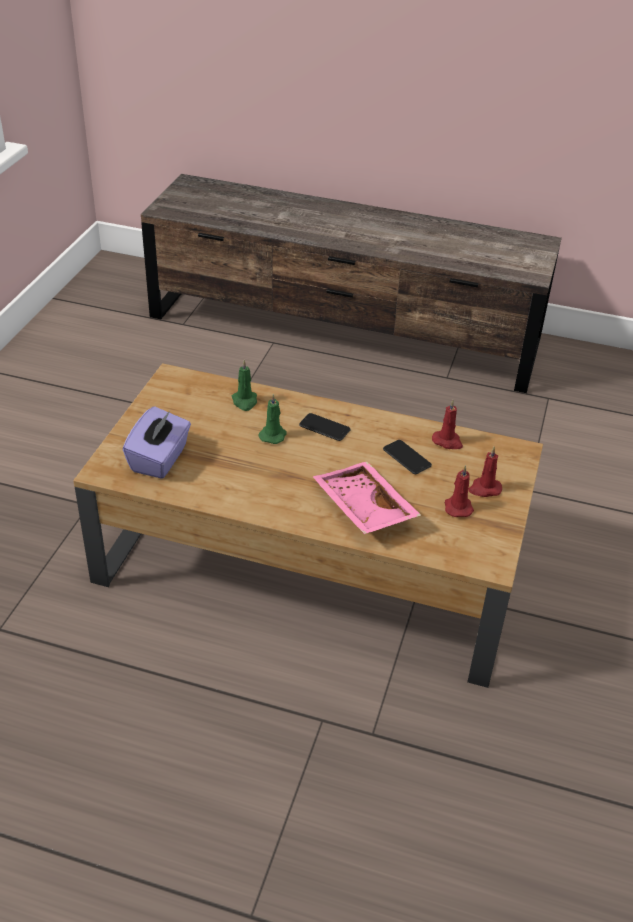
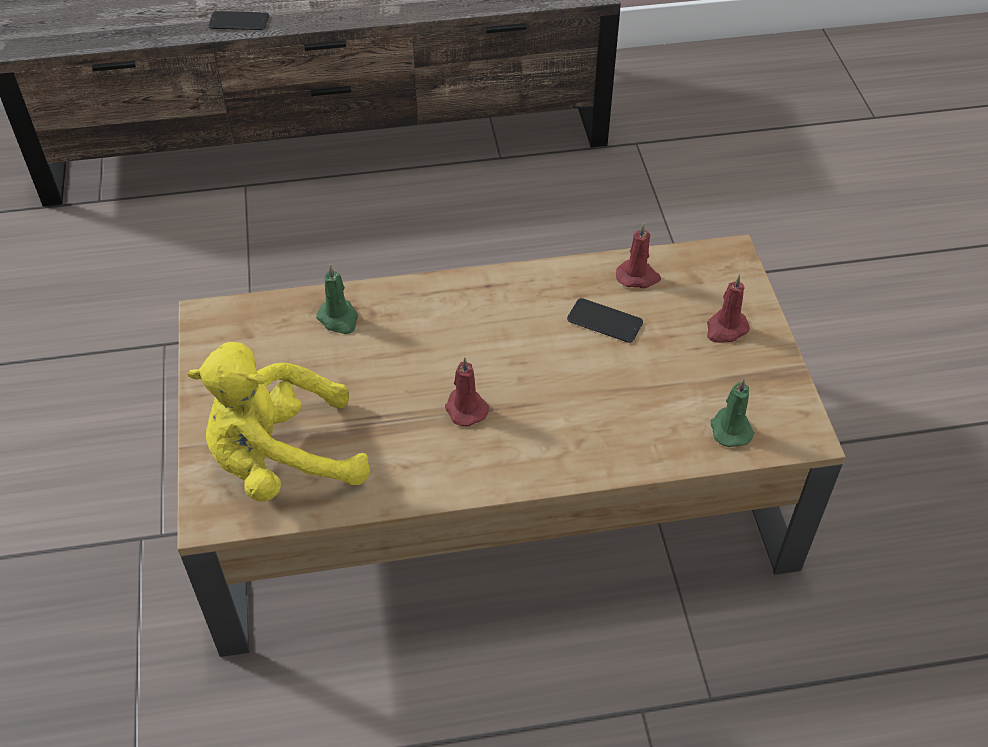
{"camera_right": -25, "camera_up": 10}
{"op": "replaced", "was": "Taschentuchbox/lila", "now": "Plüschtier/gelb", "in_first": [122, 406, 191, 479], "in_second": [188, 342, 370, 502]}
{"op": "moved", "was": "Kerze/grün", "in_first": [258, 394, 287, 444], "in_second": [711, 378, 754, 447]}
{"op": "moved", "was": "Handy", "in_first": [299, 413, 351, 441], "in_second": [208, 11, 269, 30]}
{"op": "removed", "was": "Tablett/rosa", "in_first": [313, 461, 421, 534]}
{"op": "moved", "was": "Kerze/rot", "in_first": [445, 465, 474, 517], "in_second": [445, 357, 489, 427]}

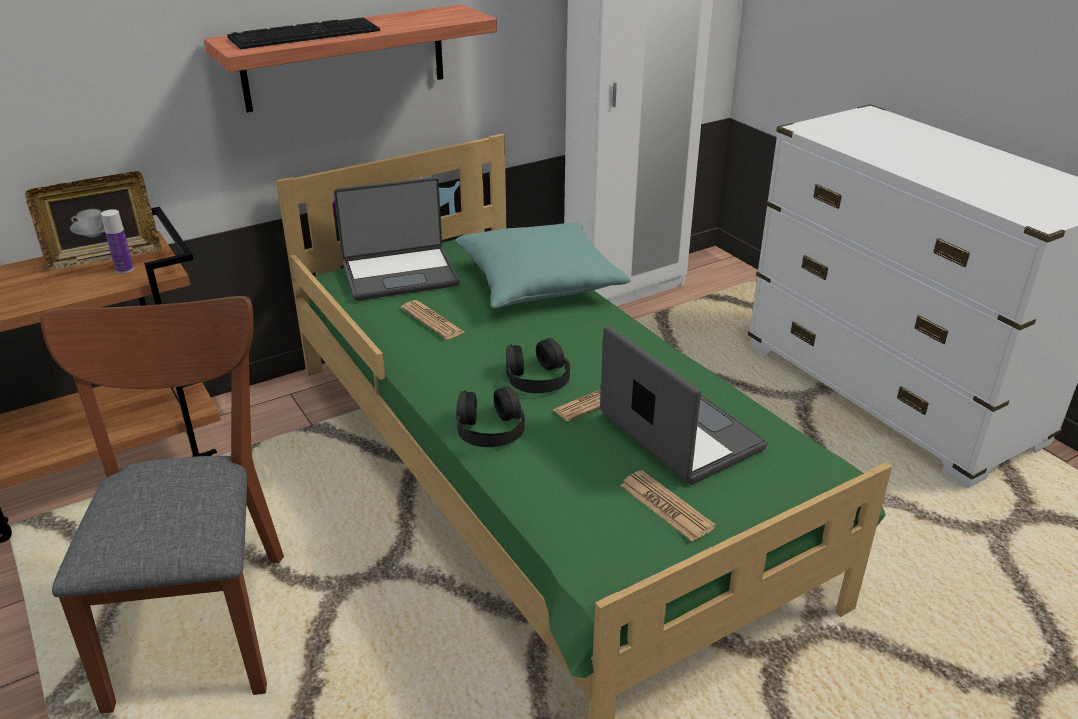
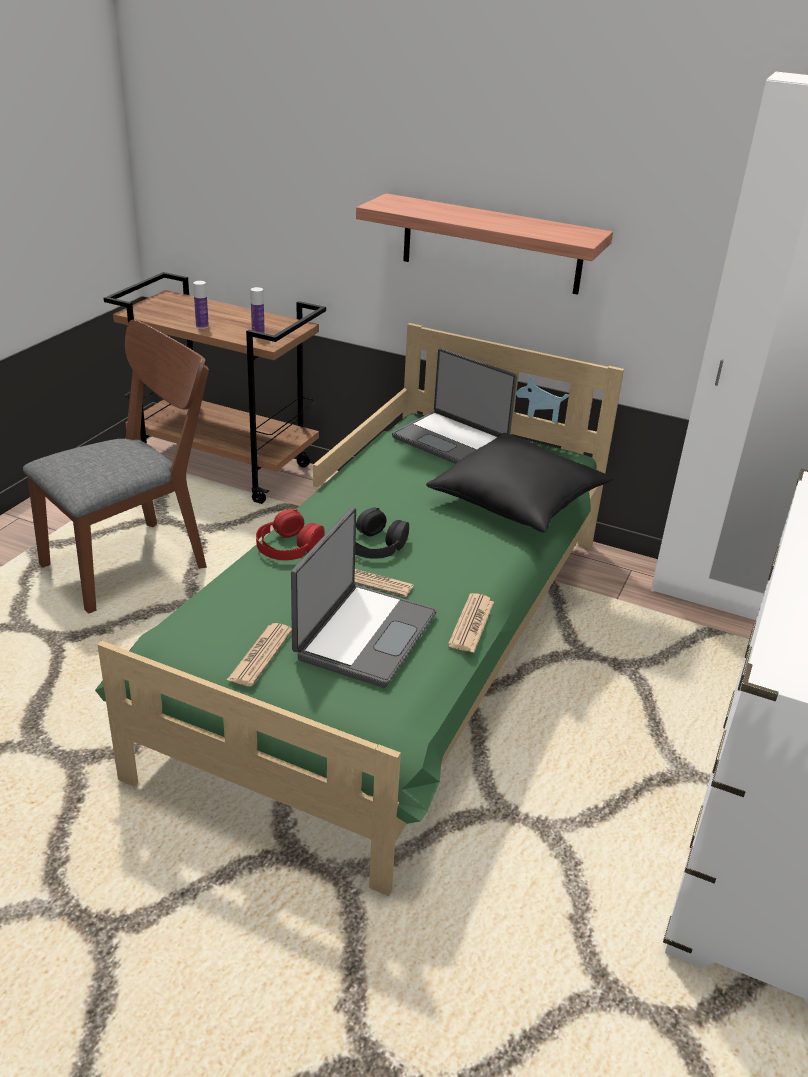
{"camera_right": 55, "camera_up": 0}
{"op": "removed", "was": "Bilderrahmen", "in_first": [25, 171, 161, 269]}
{"op": "removed", "was": "Tastatur", "in_first": [227, 17, 380, 49]}
{"op": "moved", "was": "Zeitung", "in_first": [401, 300, 464, 339], "in_second": [448, 593, 494, 653]}
{"op": "recoloured", "was": "Kissen/türkis", "now": "Kissen/schwarz", "in_first": [455, 223, 631, 309], "in_second": [426, 433, 613, 532]}
{"op": "recoloured", "was": "Kopfhörer/schwarz", "now": "Kopfhörer/rot", "in_first": [456, 386, 525, 447], "in_second": [256, 509, 325, 560]}
{"op": "added", "now": "Flasche", "in_second": [193, 281, 209, 329]}

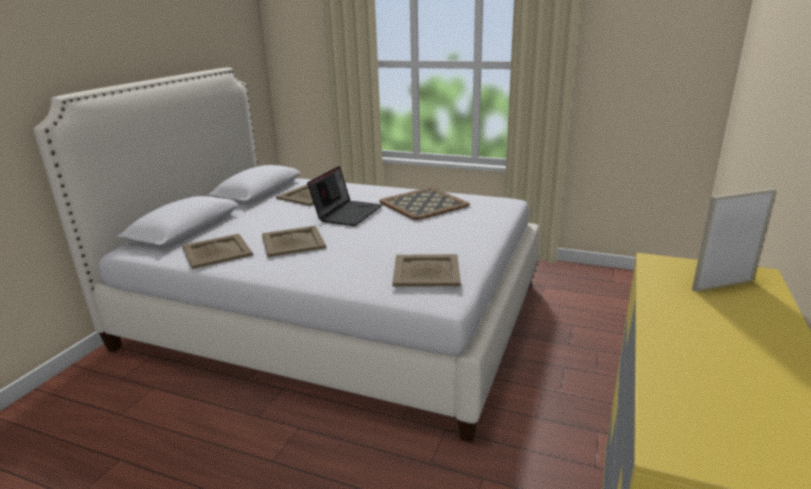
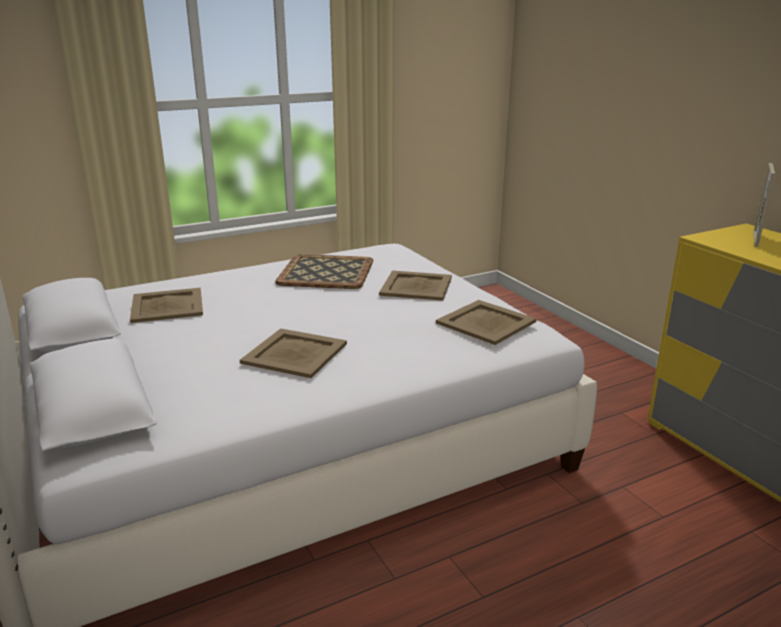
{"camera_right": -50, "camera_up": 0}
{"op": "moved", "was": "Tablett/beige", "in_first": [182, 234, 253, 269], "in_second": [379, 271, 452, 301]}
{"op": "removed", "was": "Laptop", "in_first": [307, 166, 382, 226]}

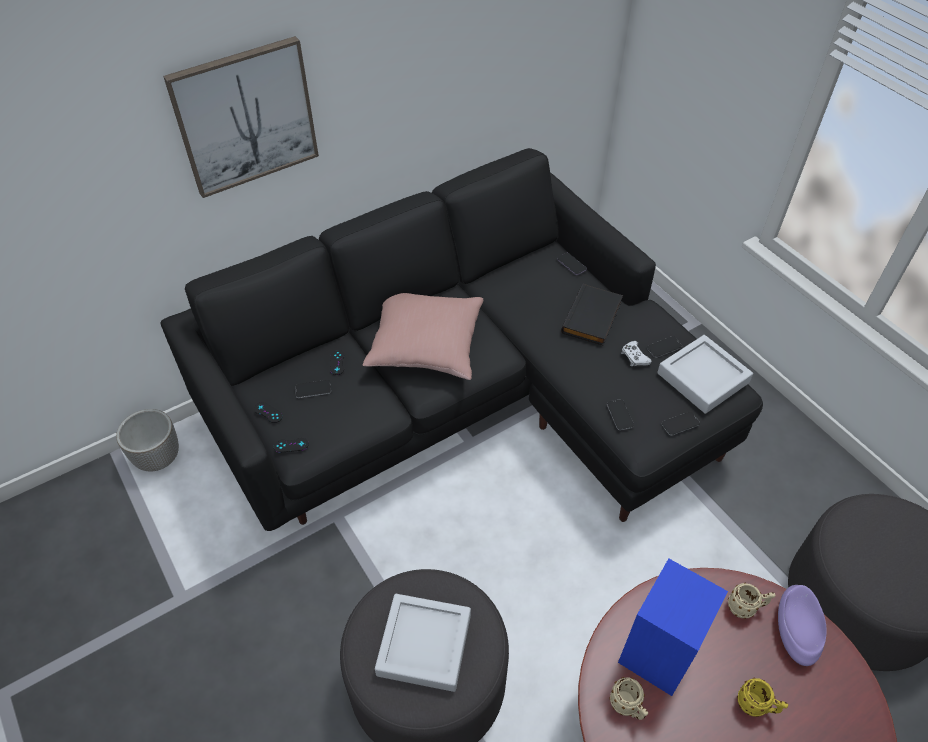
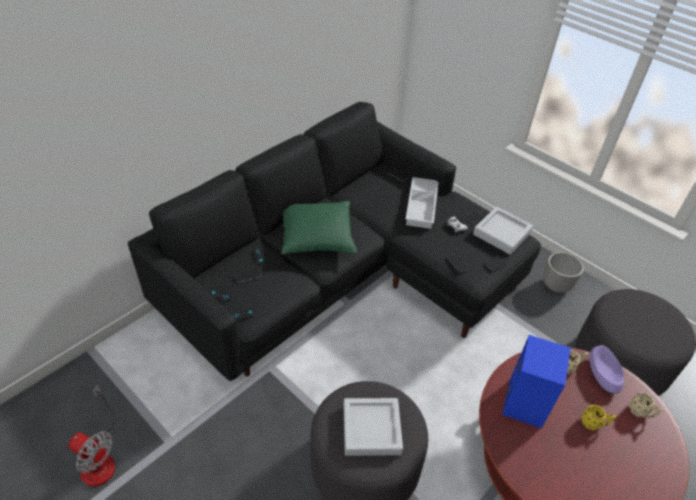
{"camera_right": -15, "camera_up": -5}
{"op": "moved", "was": "Pflanzkübel", "in_first": [116, 409, 179, 471], "in_second": [543, 252, 584, 293]}
{"op": "removed", "was": "Bild", "in_first": [163, 36, 319, 198]}
{"op": "recoloured", "was": "Kissen/rosa", "now": "Kissen/grün", "in_first": [363, 293, 483, 380], "in_second": [281, 201, 357, 254]}
{"op": "replaced", "was": "Buch/schwarz", "now": "Tablett/weiß", "in_first": [561, 284, 623, 346], "in_second": [405, 177, 439, 229]}
{"op": "moved", "was": "Henkelbecher/beige", "in_first": [610, 677, 648, 720], "in_second": [629, 393, 663, 418]}
{"op": "added", "now": "Ventilator", "in_second": [68, 385, 115, 487]}

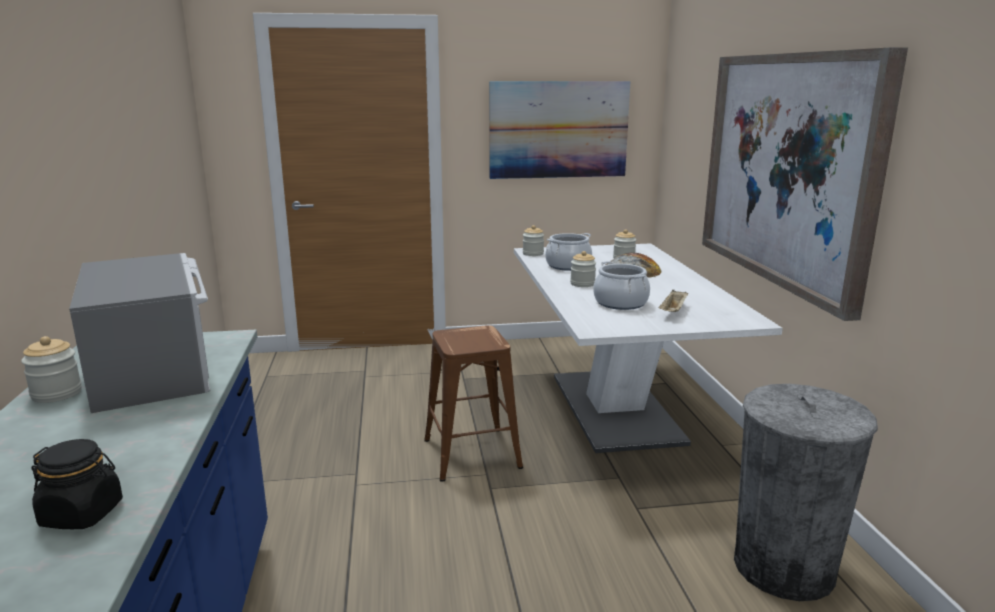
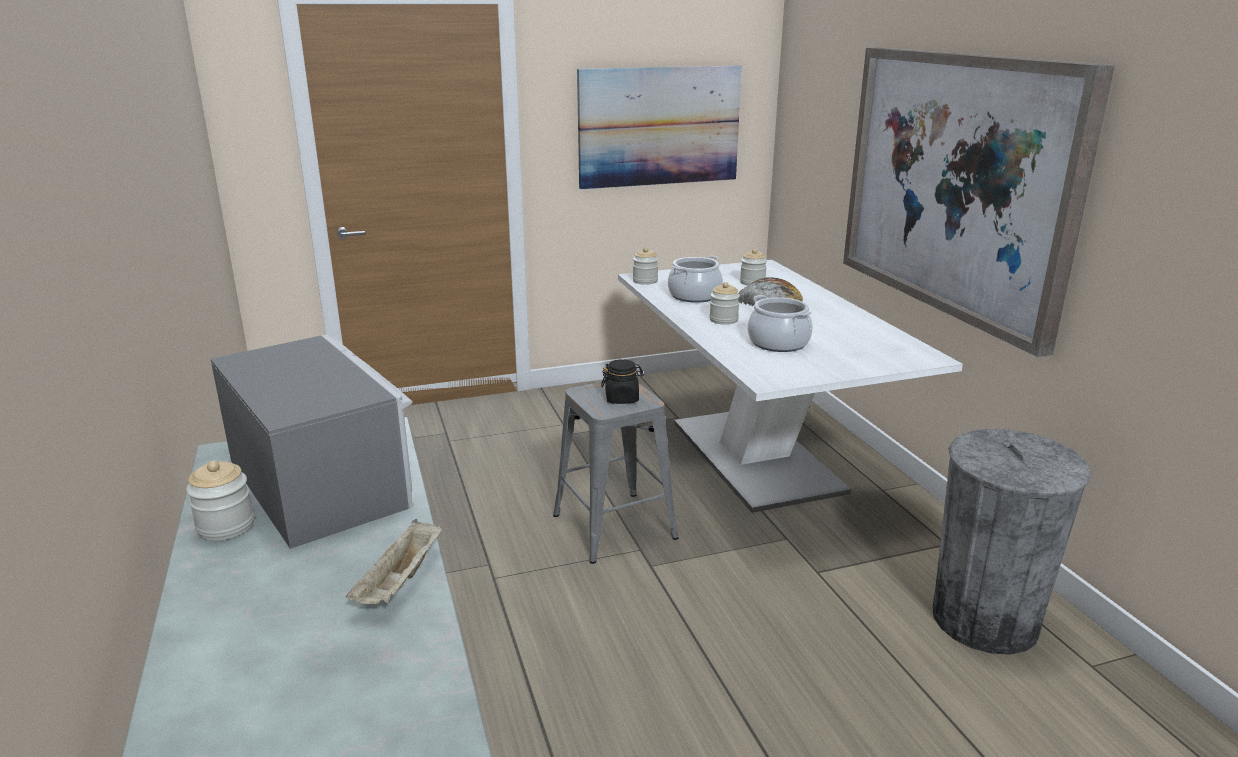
{"camera_right": -10, "camera_up": 5}
{"op": "moved", "was": "Vorratsglas/schwarz", "in_first": [31, 439, 123, 529], "in_second": [601, 359, 644, 404]}
{"op": "recoloured", "was": "Hocker/braun", "now": "Hocker/grau", "in_first": [424, 325, 523, 482], "in_second": [553, 381, 678, 564]}
{"op": "moved", "was": "Tablett/beige", "in_first": [659, 289, 688, 312], "in_second": [346, 519, 442, 604]}

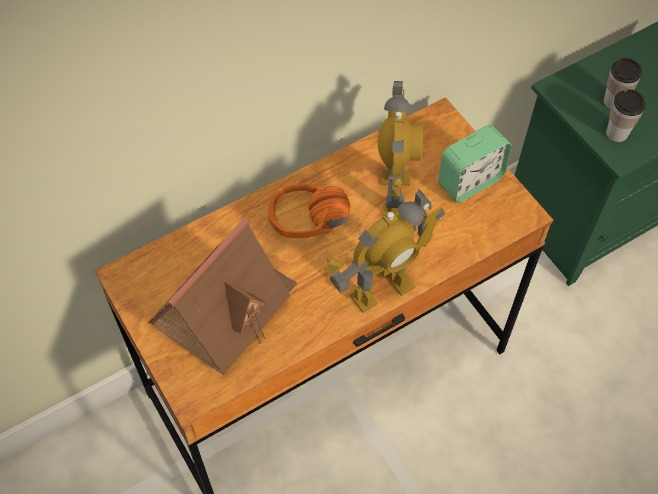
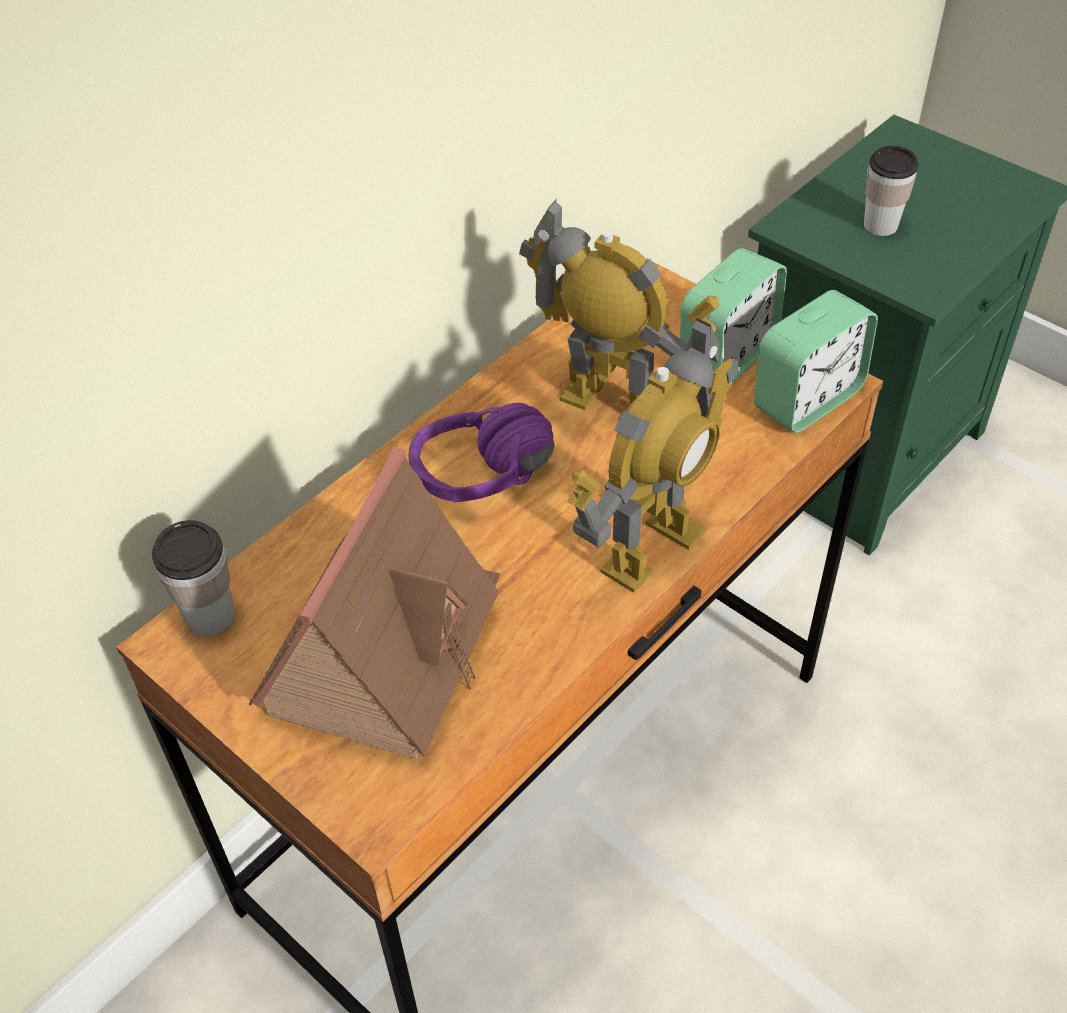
{"camera_right": -15, "camera_up": -10}
{"op": "recoloured", "was": "Kopfhörer/orange", "now": "Kopfhörer/lila", "in_first": [268, 184, 350, 238], "in_second": [408, 403, 554, 502]}
{"op": "turned", "was": "Spielzeugroboter", "in_first": [378, 81, 423, 216], "in_second": [519, 199, 720, 410], "clockwise": -45}
{"op": "moved", "was": "Tasse", "in_first": [606, 89, 646, 142], "in_second": [152, 520, 234, 636]}
{"op": "added", "now": "Wecker", "in_second": [754, 290, 878, 433]}

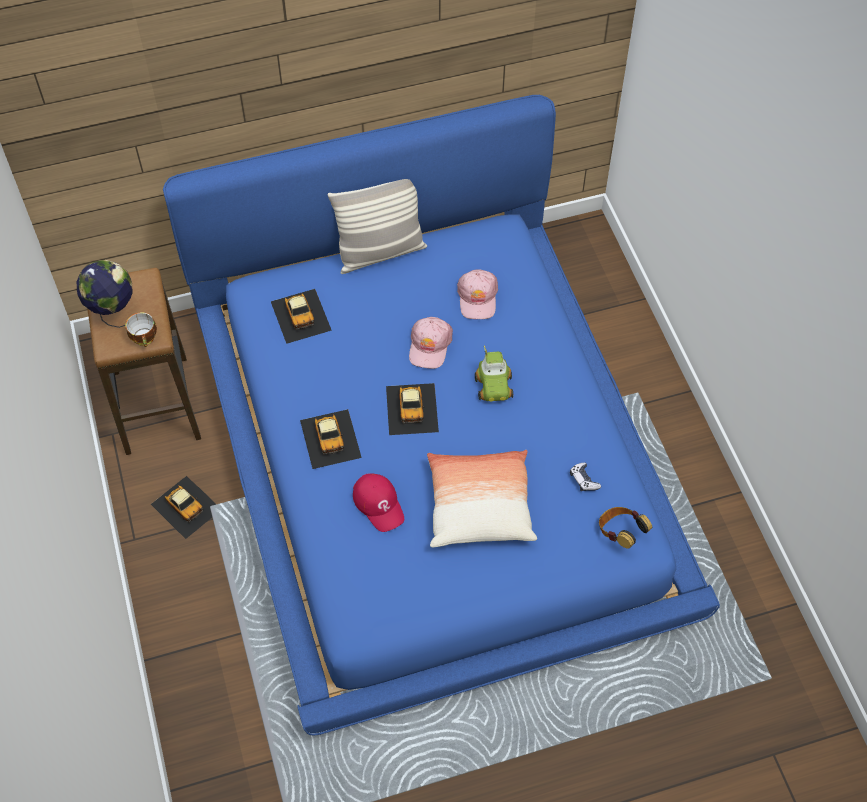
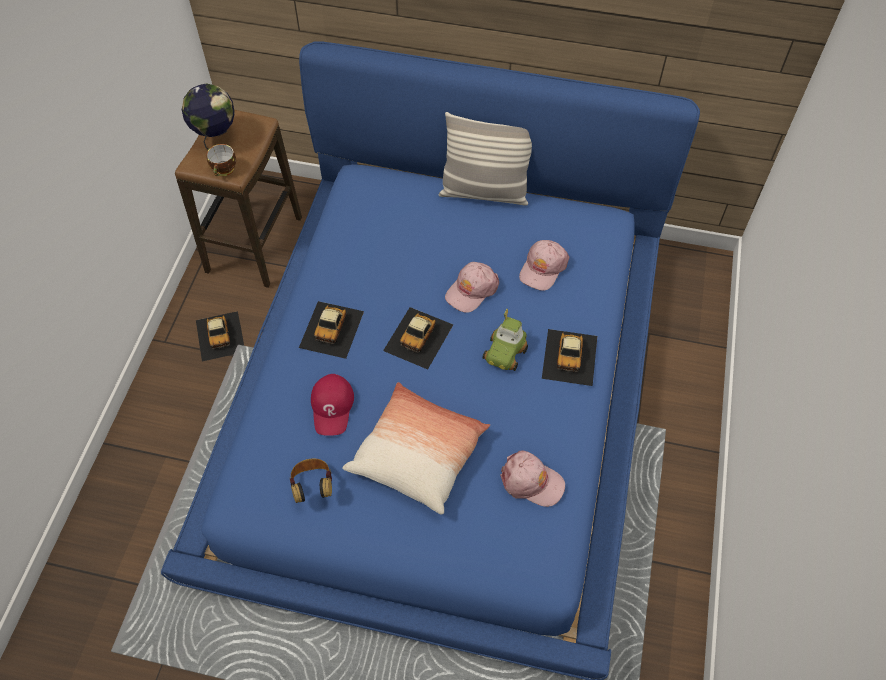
{"camera_right": 30, "camera_up": 0}
{"op": "moved", "was": "Spielzeugauto", "in_first": [271, 289, 332, 344], "in_second": [542, 329, 597, 386]}
{"op": "replaced", "was": "Gamepad", "now": "Kappe/rosa", "in_first": [570, 463, 601, 491], "in_second": [500, 450, 565, 507]}
{"op": "moved", "was": "Kopfhörer", "in_first": [599, 507, 652, 549], "in_second": [290, 459, 332, 503]}

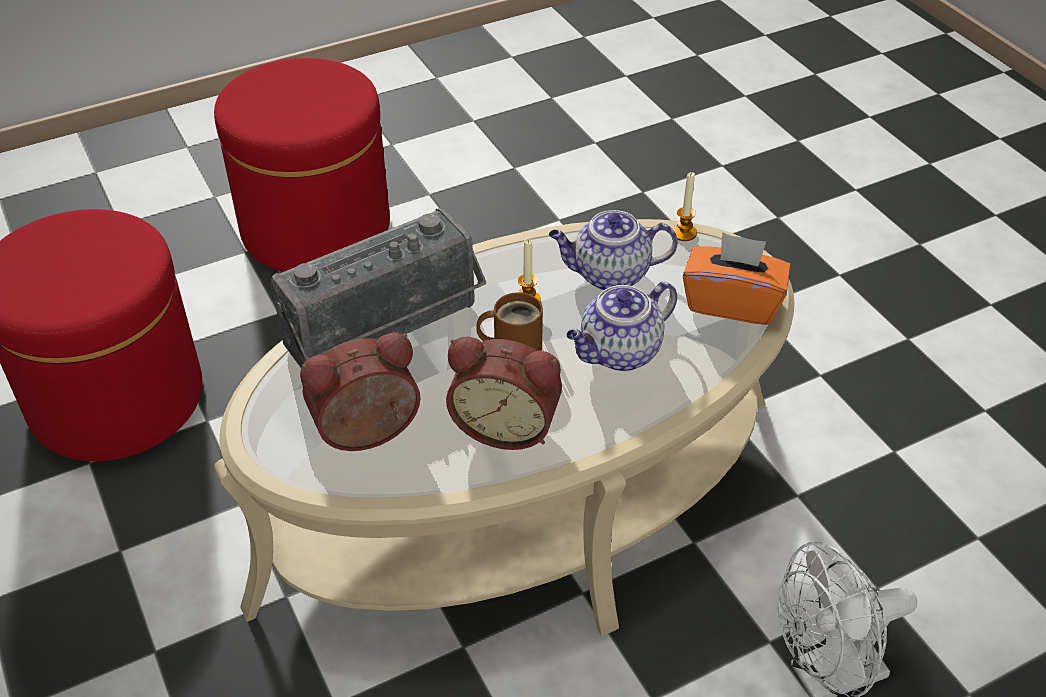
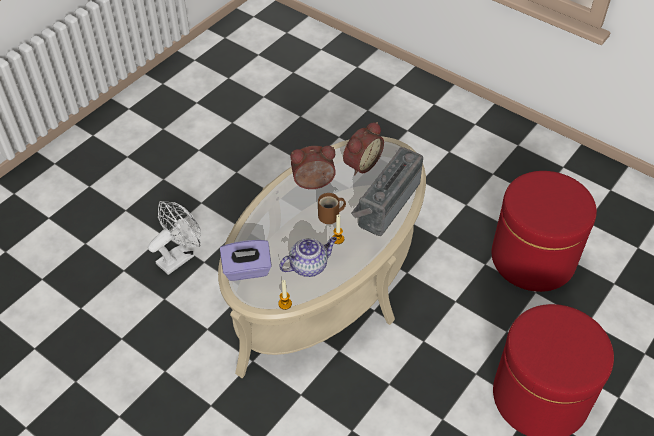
{"camera_right": 155, "camera_up": 5}
{"op": "removed", "was": "Teekanne", "in_first": [566, 281, 677, 371]}
{"op": "recoloured", "was": "Taschentuchbox/orange", "now": "Taschentuchbox/lila", "in_first": [683, 232, 790, 325], "in_second": [220, 240, 272, 281]}

